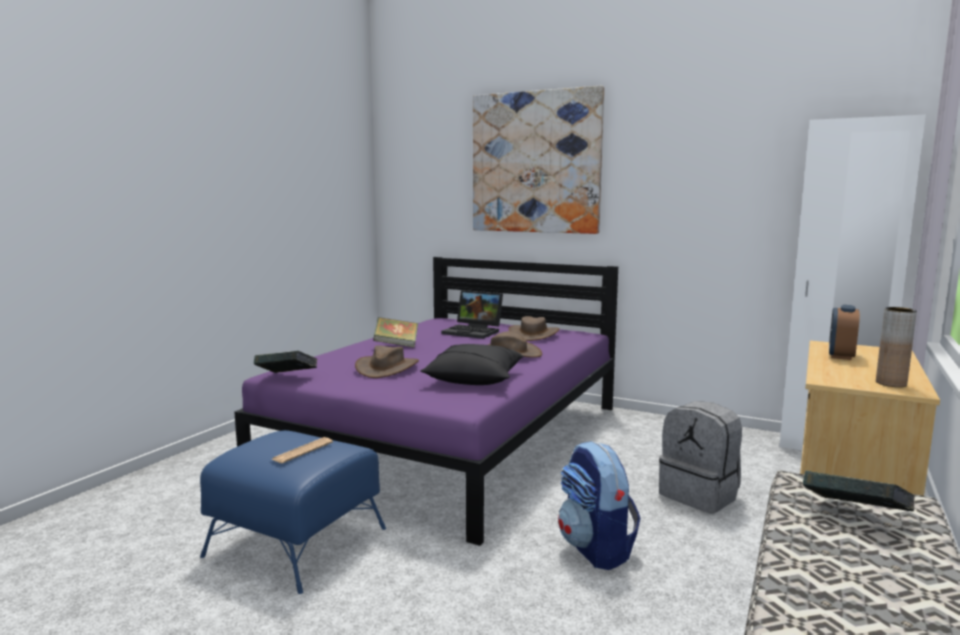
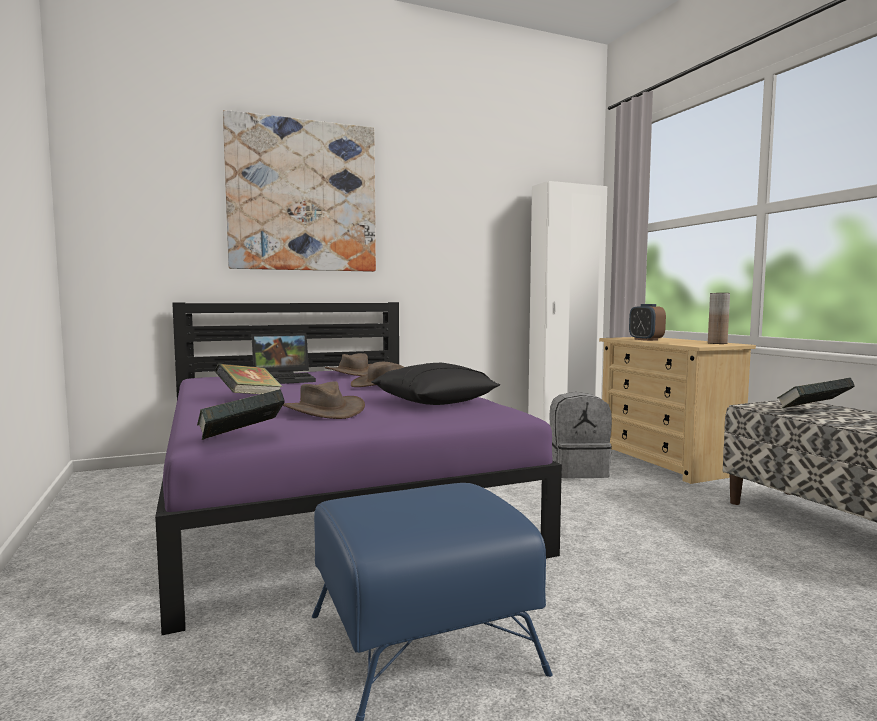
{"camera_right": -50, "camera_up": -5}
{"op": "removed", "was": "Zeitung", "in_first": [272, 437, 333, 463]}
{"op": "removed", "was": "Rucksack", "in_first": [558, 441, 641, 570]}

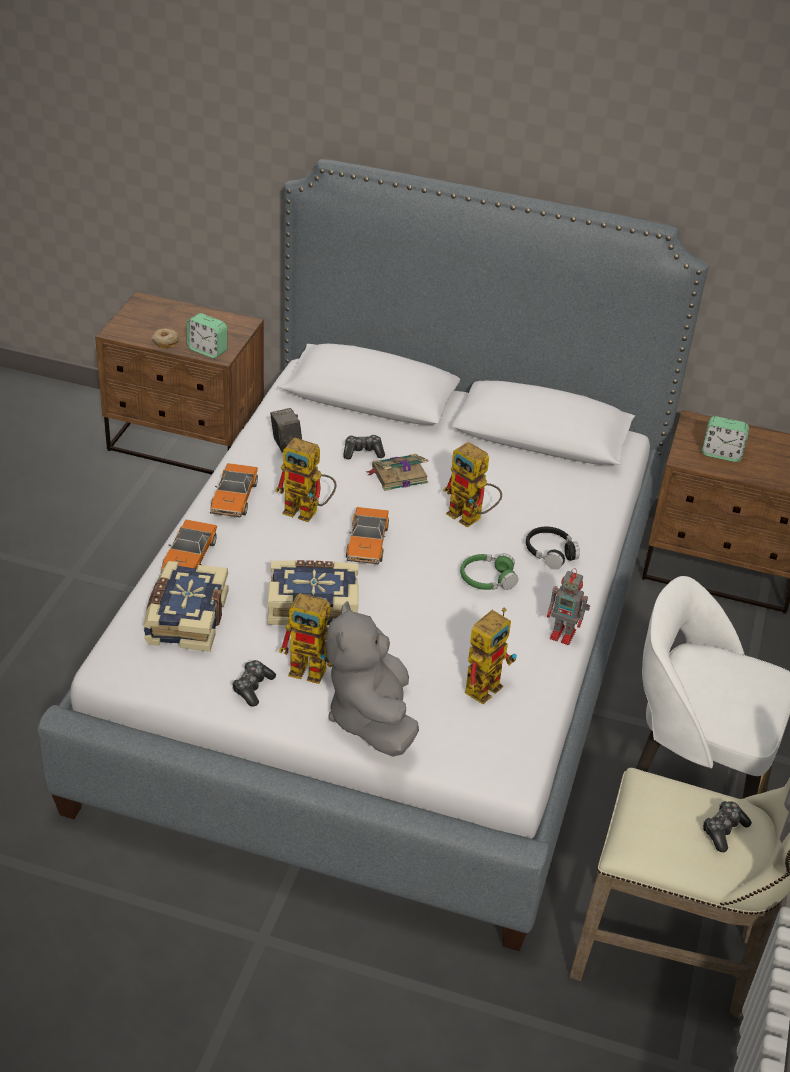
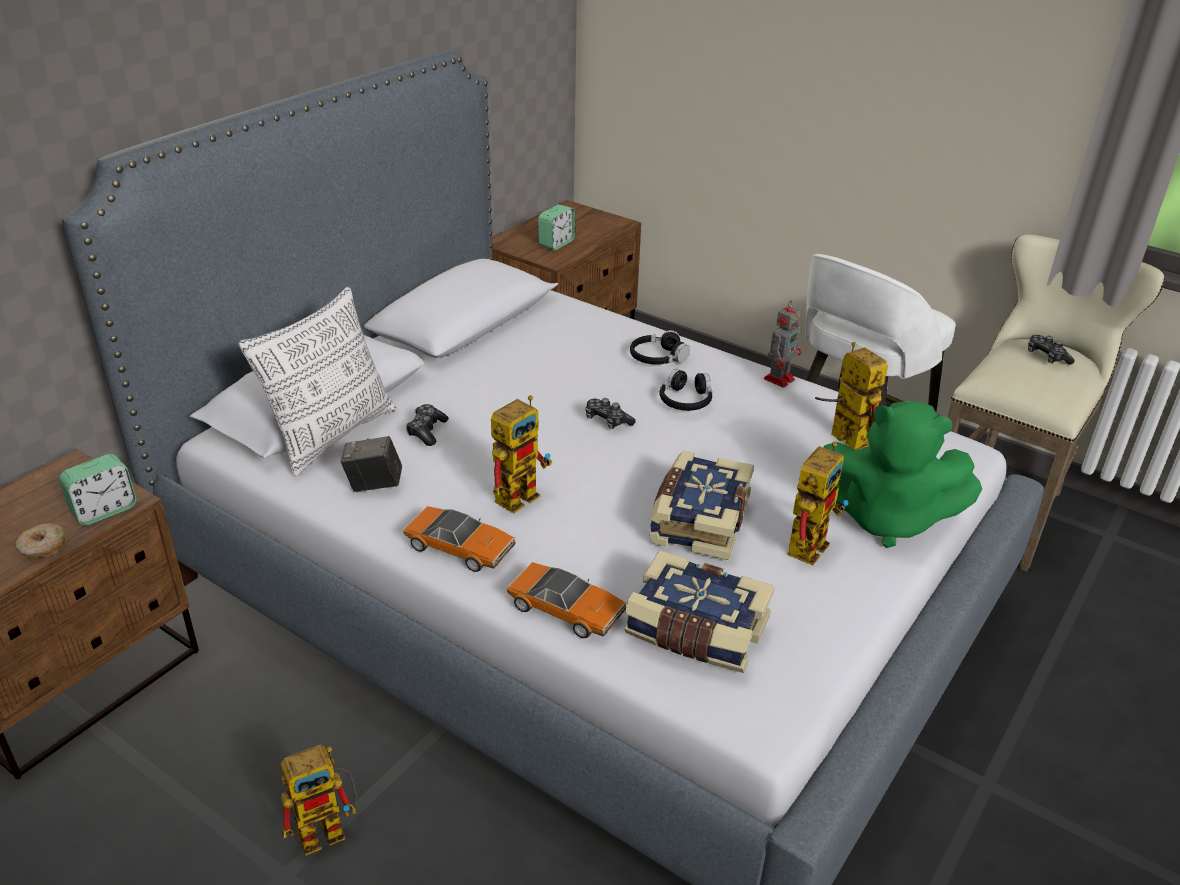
{"camera_right": -70, "camera_up": -5}
{"op": "moved", "was": "Gamepad", "in_first": [232, 660, 276, 707], "in_second": [585, 398, 635, 429]}
{"op": "recoloured", "was": "Plüschtier/grau", "now": "Plüschtier/grün", "in_first": [326, 601, 419, 757], "in_second": [823, 401, 982, 548]}
{"op": "removed", "was": "Spielzeugauto", "in_first": [346, 507, 389, 564]}
{"op": "removed", "was": "Buch", "in_first": [366, 454, 429, 491]}
{"op": "moved", "was": "Spielzeugroboter", "in_first": [443, 442, 502, 528], "in_second": [281, 745, 358, 856]}
{"op": "recoloured", "was": "Kopfhörer/grün", "now": "Kopfhörer/schwarz", "in_first": [460, 554, 519, 590], "in_second": [659, 369, 712, 411]}
{"op": "added", "now": "Kissen", "in_second": [238, 287, 396, 477]}

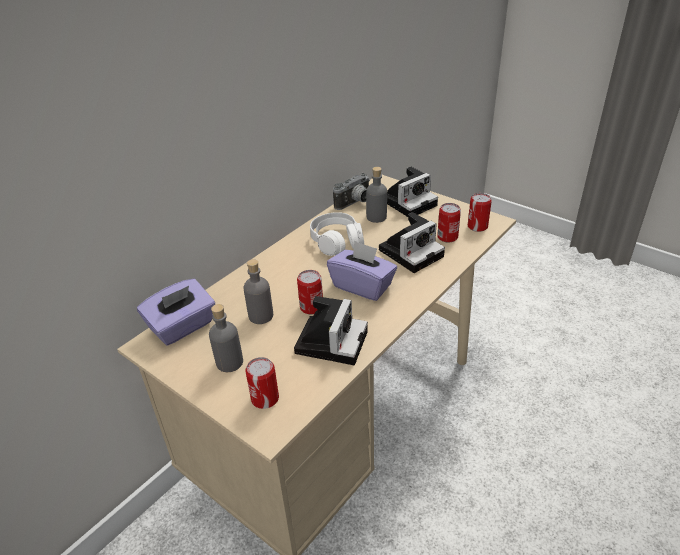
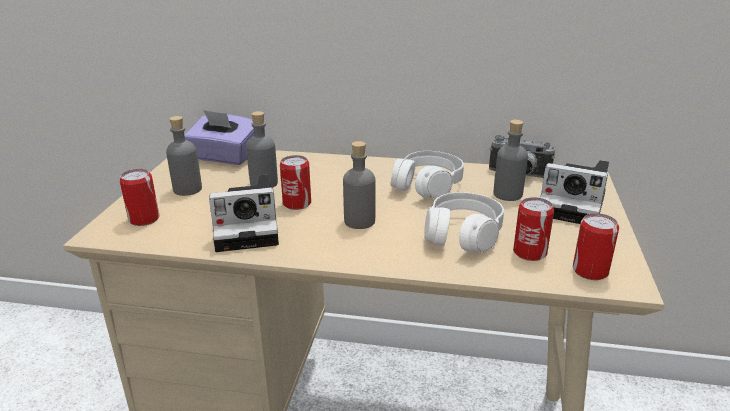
{"camera_right": 60, "camera_up": -10}
{"op": "replaced", "was": "Taschentuchbox/lila", "now": "Flasche/grau", "in_first": [327, 240, 397, 301], "in_second": [343, 141, 376, 229]}
{"op": "replaced", "was": "Kamera", "now": "Kopfhörer/weiß", "in_first": [379, 212, 445, 273], "in_second": [424, 192, 504, 253]}

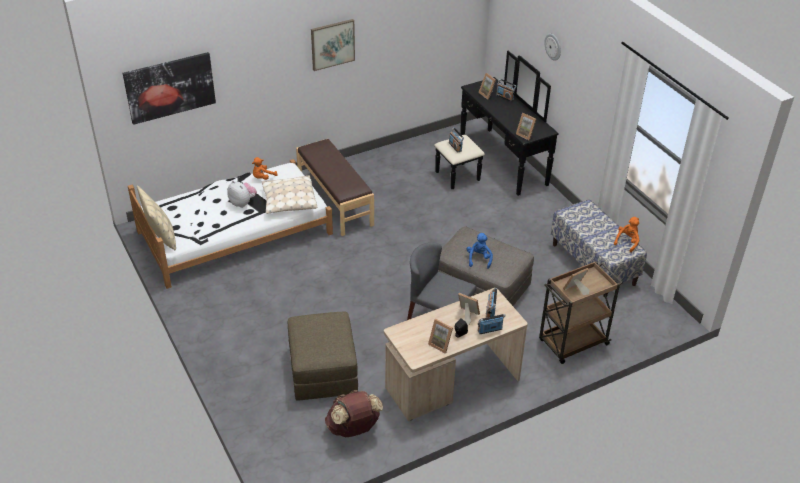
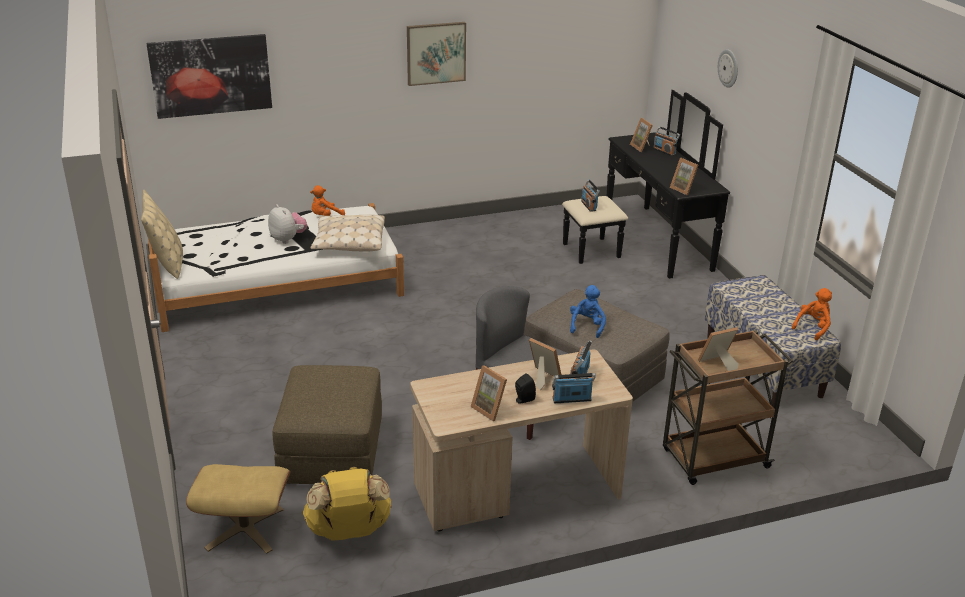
{"camera_right": 10, "camera_up": -10}
{"op": "removed", "was": "Bank/braun", "in_first": [296, 139, 374, 236]}
{"op": "recoloured", "was": "Rucksack/braun", "now": "Rucksack/gelb", "in_first": [325, 390, 383, 437], "in_second": [303, 467, 392, 541]}
{"op": "added", "now": "Polsterhocker/beige", "in_second": [186, 464, 290, 554]}

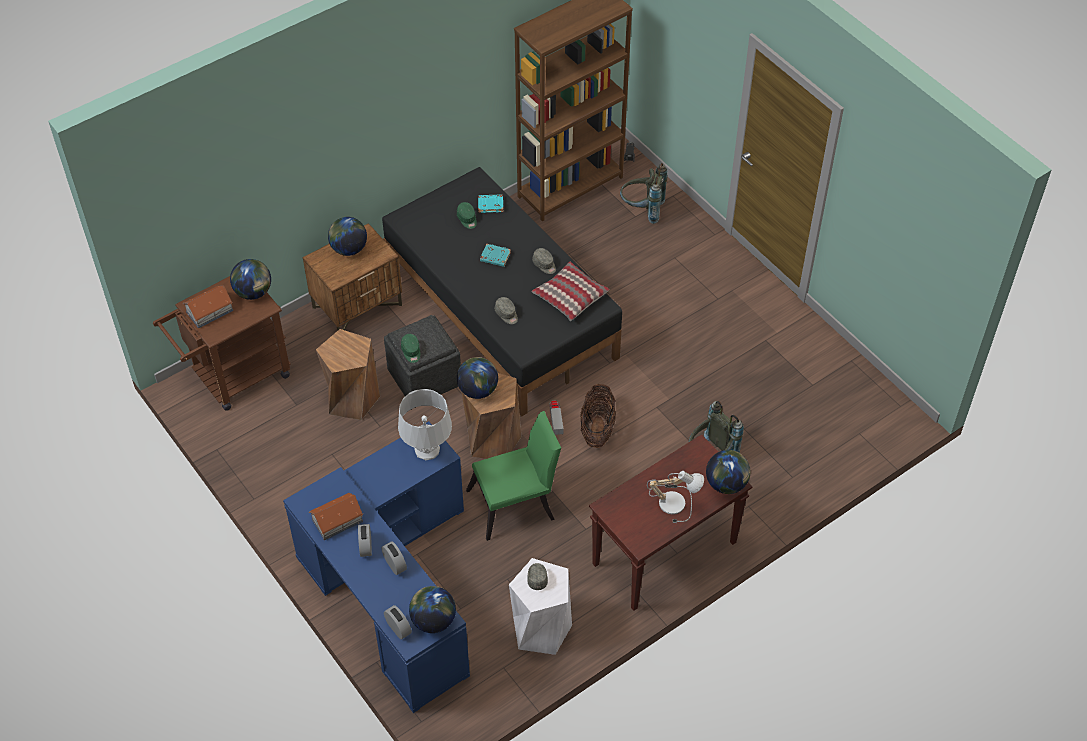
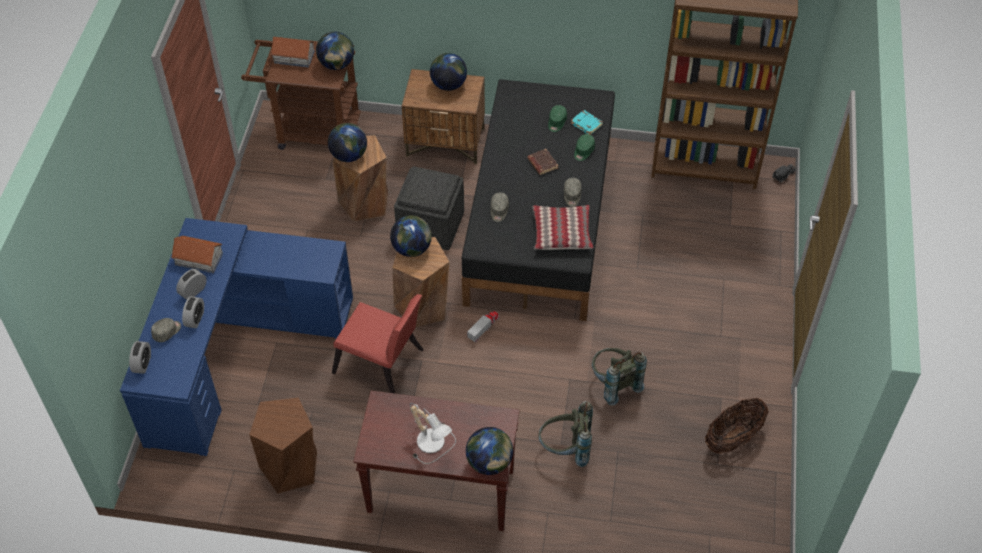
{"camera_right": 45, "camera_up": 0}
{"op": "removed", "was": "Tischlampe/grau", "in_first": [398, 389, 452, 460]}
{"op": "moved", "was": "Kappe/grün", "in_first": [401, 334, 420, 363], "in_second": [574, 134, 595, 161]}
{"op": "moved", "was": "Globus", "in_first": [409, 586, 456, 633], "in_second": [328, 123, 367, 162]}
{"op": "recoloured", "was": "Stuhl/grün", "now": "Stuhl/rot", "in_first": [466, 411, 561, 541], "in_second": [332, 294, 423, 394]}
{"op": "recoloured", "was": "Buch/türkis", "now": "Buch/braun", "in_first": [480, 244, 511, 267], "in_second": [528, 149, 559, 175]}
{"op": "recoloured", "was": "Hocker/weiß", "now": "Hocker/braun", "in_first": [509, 558, 572, 655], "in_second": [249, 397, 317, 494]}
{"op": "moved", "was": "Kappe/grau", "in_first": [527, 563, 548, 590], "in_second": [151, 318, 181, 342]}
{"op": "moved", "was": "Korb", "in_first": [581, 384, 616, 448], "in_second": [705, 398, 768, 454]}
{"op": "moved", "was": "Rucksack/grau", "in_first": [620, 163, 668, 224], "in_second": [592, 348, 647, 406]}

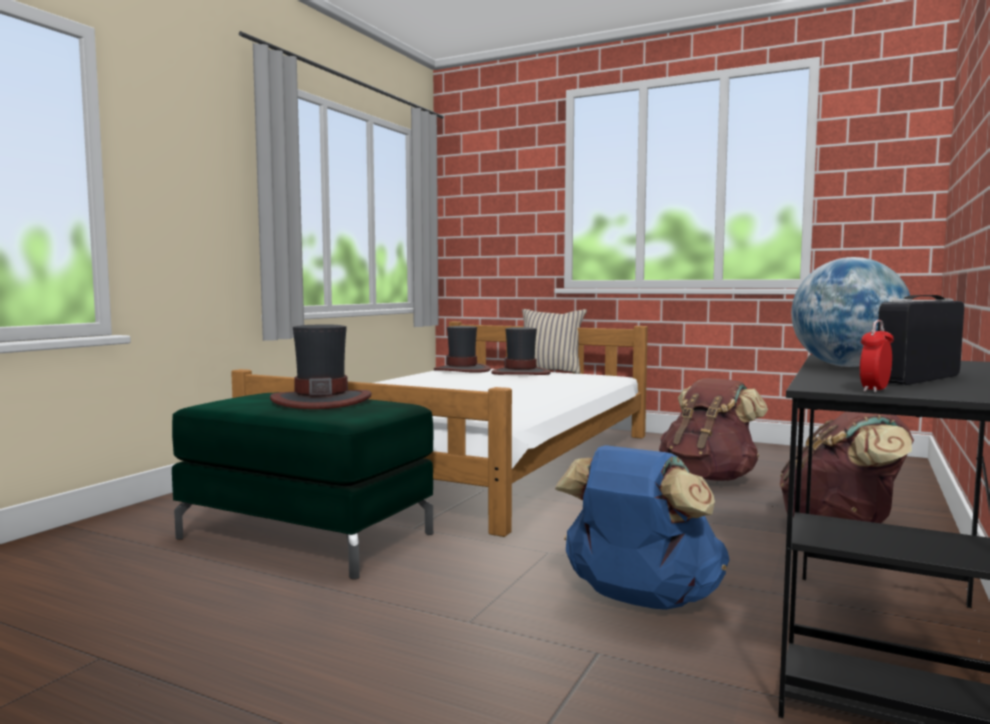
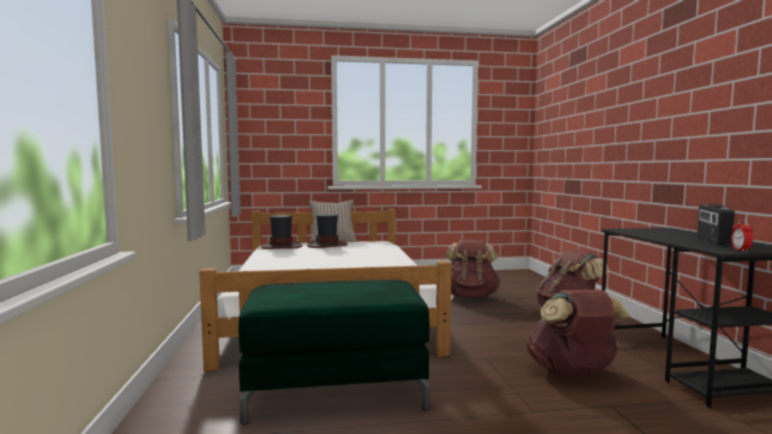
{"camera_right": -35, "camera_up": 0}
{"op": "removed", "was": "Hut", "in_first": [270, 325, 372, 409]}
{"op": "recoloured", "was": "Rucksack/blau", "now": "Rucksack/braun", "in_first": [555, 445, 730, 610], "in_second": [526, 289, 631, 376]}
{"op": "removed", "was": "Globus", "in_first": [791, 257, 910, 367]}

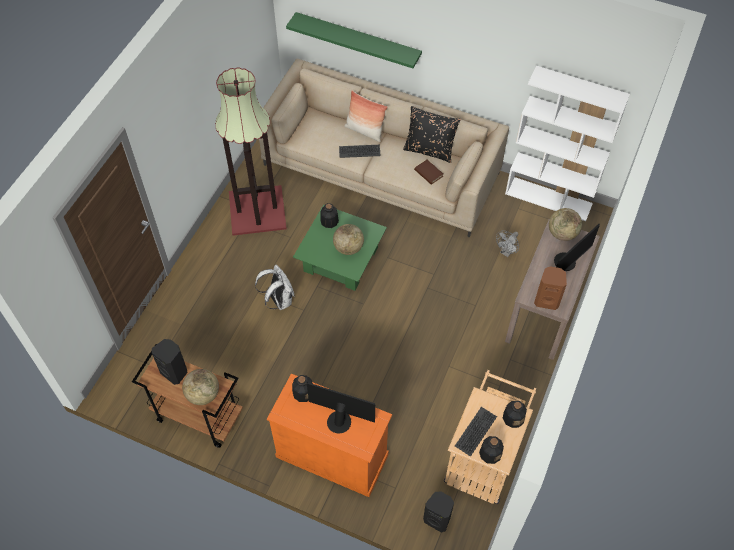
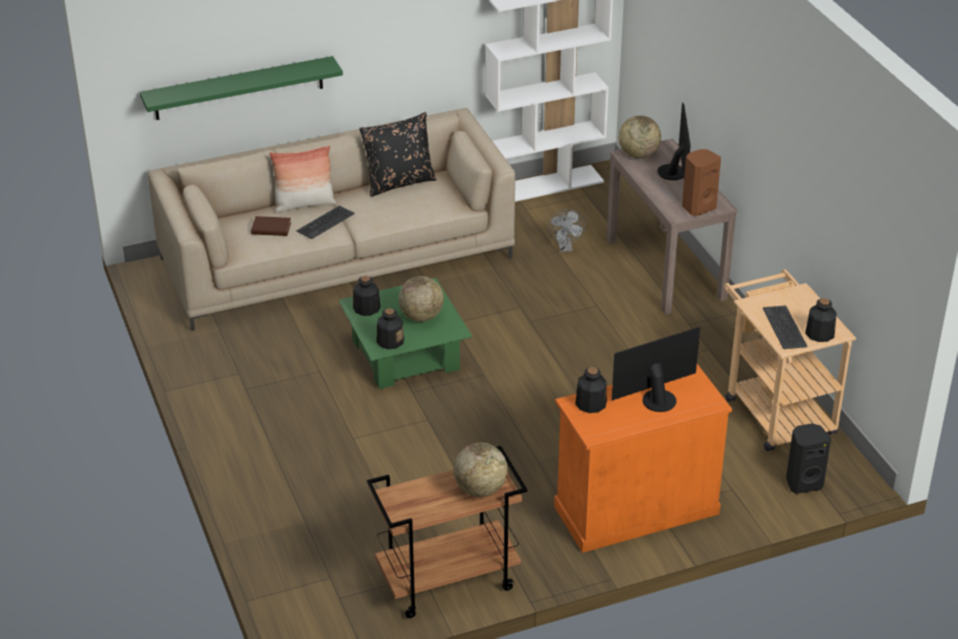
{"camera_right": -45, "camera_up": -20}
{"op": "removed", "was": "Lautsprecher/schwarz", "in_first": [152, 339, 188, 385]}
{"op": "removed", "was": "Stehlampe", "in_first": [215, 67, 287, 236]}
{"op": "removed", "was": "Rucksack/weiß", "in_first": [255, 265, 294, 310]}
{"op": "moved", "was": "Buch/braun", "in_first": [414, 160, 443, 185], "in_second": [251, 216, 291, 236]}
{"op": "moved", "was": "Flasche", "in_first": [503, 401, 527, 428], "in_second": [377, 308, 404, 349]}

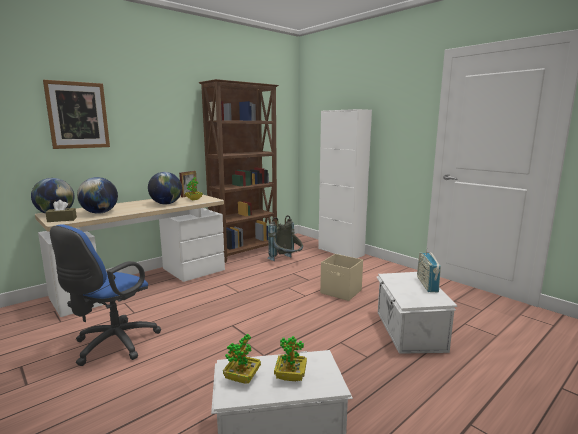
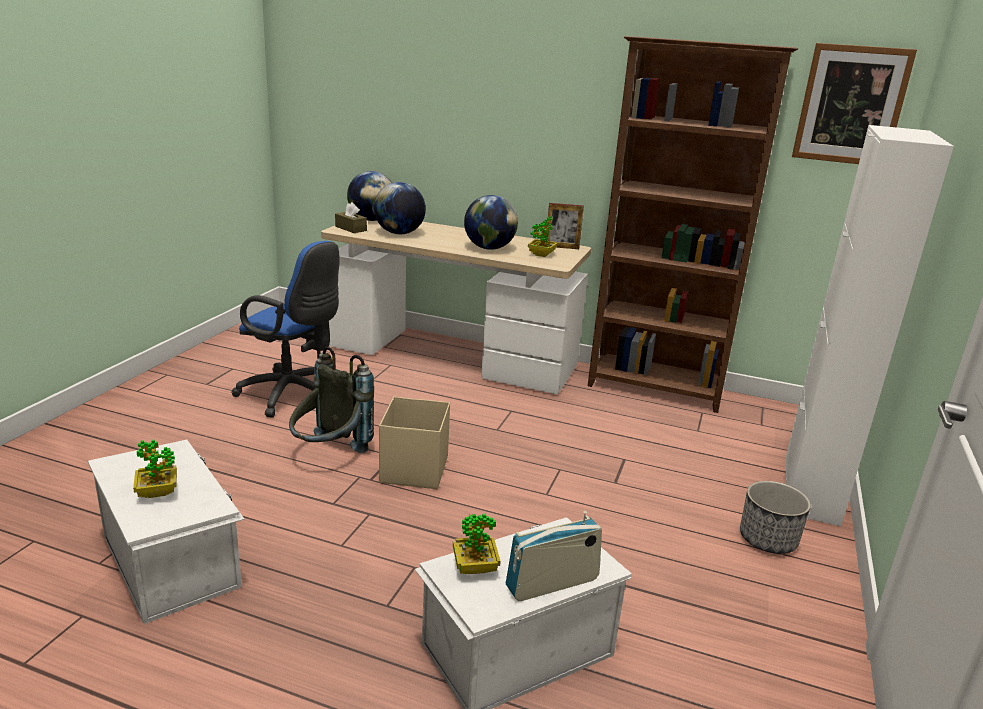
{"camera_right": 60, "camera_up": 10}
{"op": "moved", "was": "Bild", "in_first": [43, 80, 110, 149], "in_second": [792, 43, 917, 164]}
{"op": "turned", "was": "Bürostuhl/blau", "in_first": [50, 225, 161, 366], "in_second": [231, 241, 340, 418], "clockwise": -150}
{"op": "moved", "was": "Topfpflanze", "in_first": [223, 334, 261, 384], "in_second": [453, 514, 501, 574]}
{"op": "moved", "was": "Rucksack/grau", "in_first": [268, 215, 303, 261], "in_second": [289, 346, 374, 453]}
{"op": "moved", "was": "Aufbewahrungsbox/beige", "in_first": [320, 254, 363, 301], "in_second": [379, 397, 450, 489]}
{"op": "added", "now": "Pflanzkübel", "in_second": [740, 481, 811, 554]}

